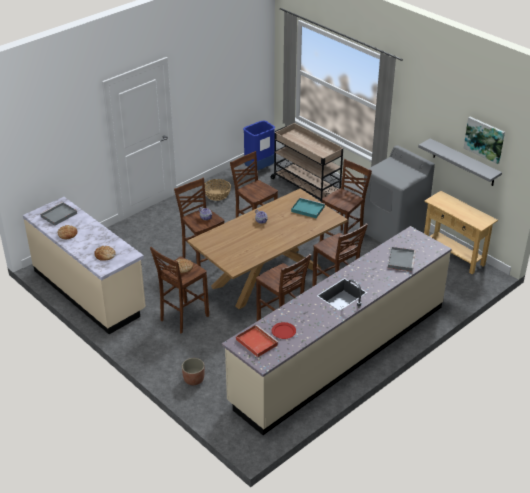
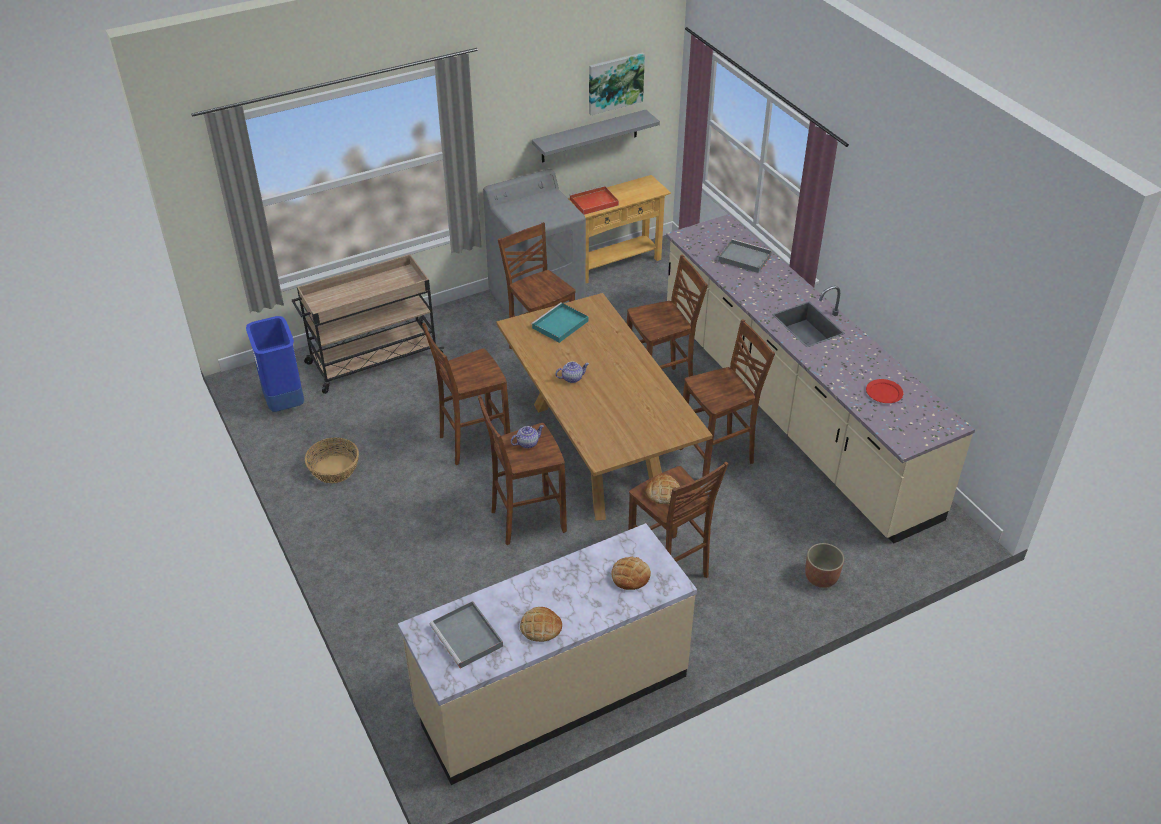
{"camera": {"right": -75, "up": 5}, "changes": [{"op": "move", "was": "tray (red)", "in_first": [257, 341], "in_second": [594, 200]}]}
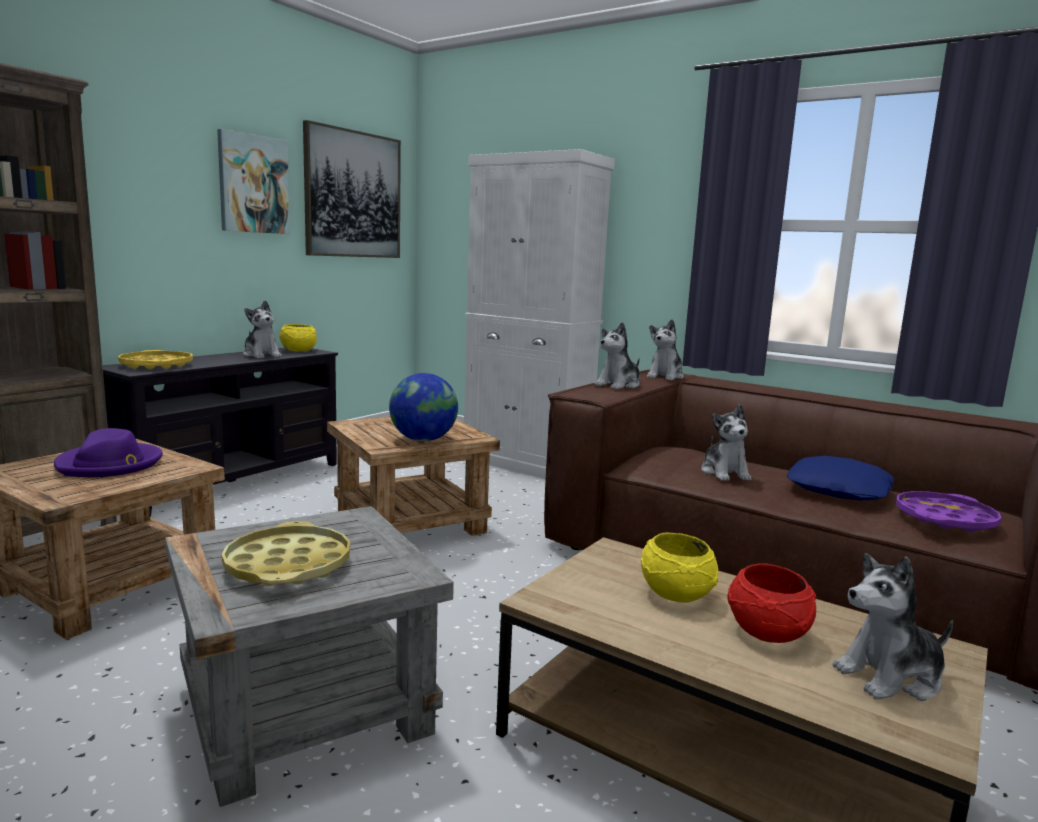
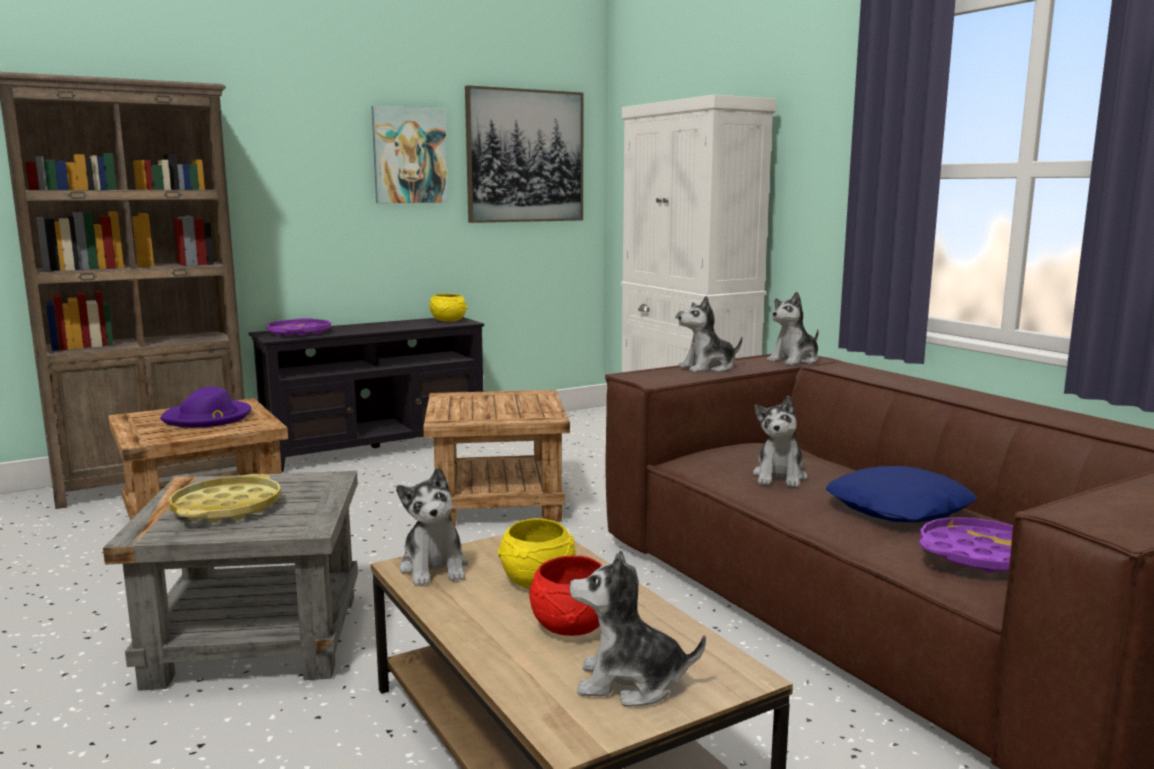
{"camera": {"right": 25, "up": 0}, "changes": [{"op": "recolor", "was": "tray (yellow)", "now": "tray (purple)", "in_first": [155, 359], "in_second": [298, 327]}, {"op": "move", "was": "plush toy", "in_first": [262, 329], "in_second": [432, 526]}, {"op": "delete", "was": "globe", "in_first": [423, 407]}]}
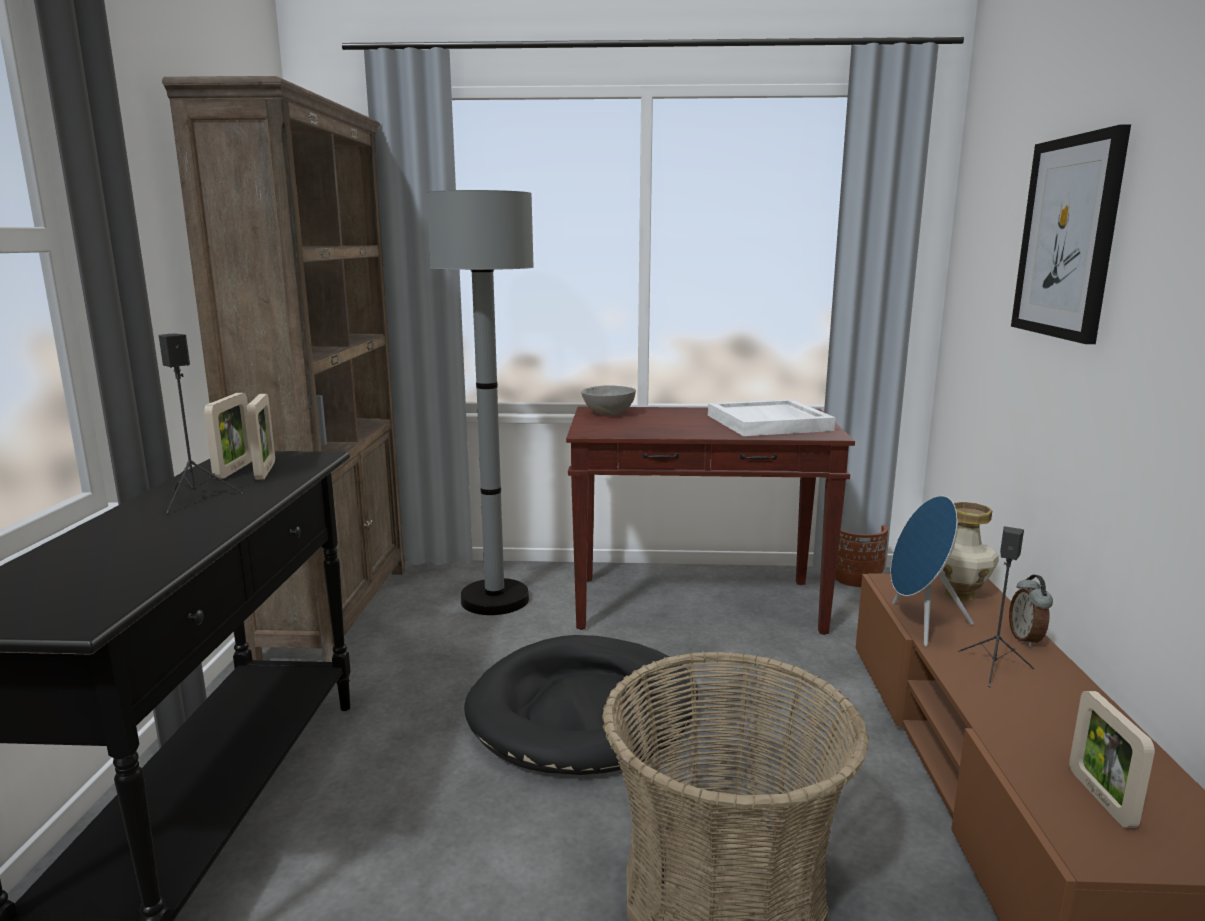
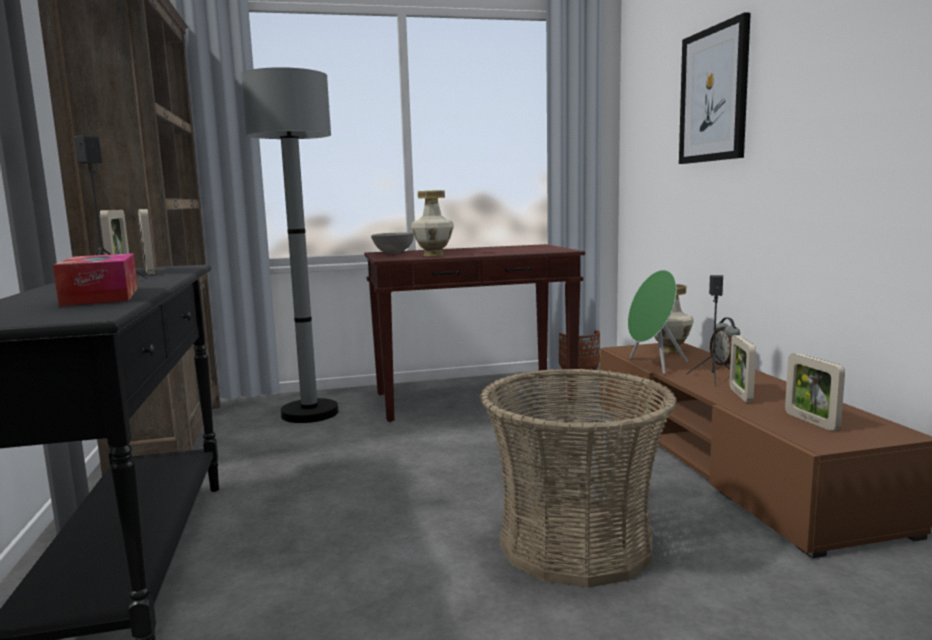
{"camera": {"right": -15, "up": -5}, "changes": [{"op": "delete", "was": "dog bed (black)", "in_first": [581, 705]}, {"op": "delete", "was": "tray (white)", "in_first": [771, 417]}, {"op": "recolor", "was": "speaker (blue)", "now": "speaker (green)", "in_first": [932, 571], "in_second": [658, 322]}, {"op": "insert", "now": "tissue box", "in_second": [95, 279]}, {"op": "insert", "now": "vase", "in_second": [432, 223]}, {"op": "insert", "now": "picture frame", "in_second": [743, 368]}]}
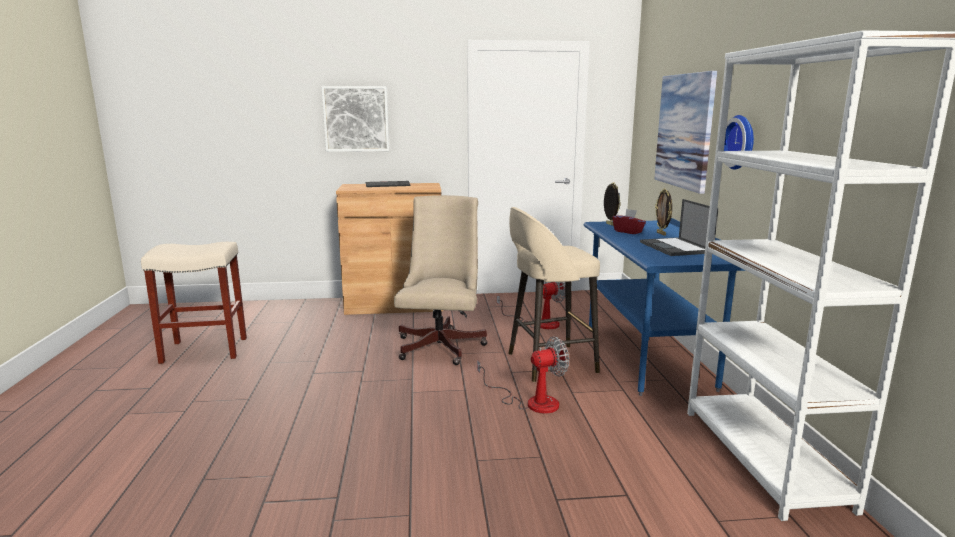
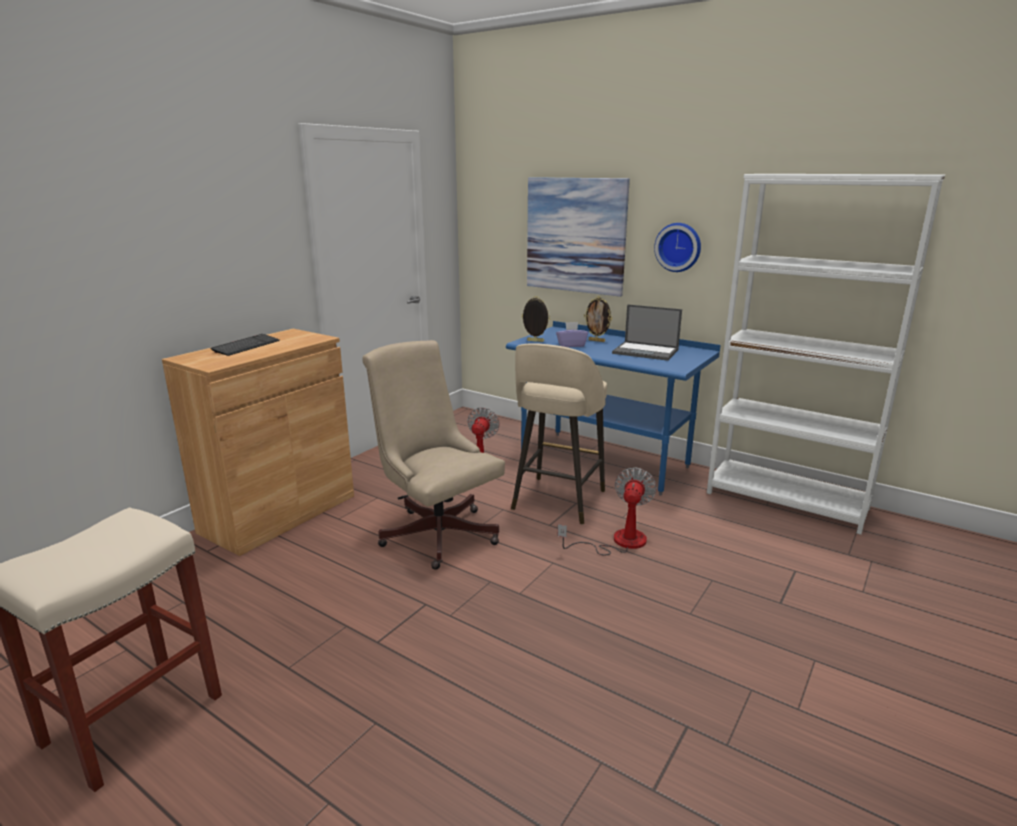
{"camera": {"right": -50, "up": 5}, "changes": [{"op": "delete", "was": "picture", "in_first": [355, 119]}, {"op": "recolor", "was": "tissue box (red)", "now": "tissue box (purple)", "in_first": [629, 221], "in_second": [572, 334]}]}
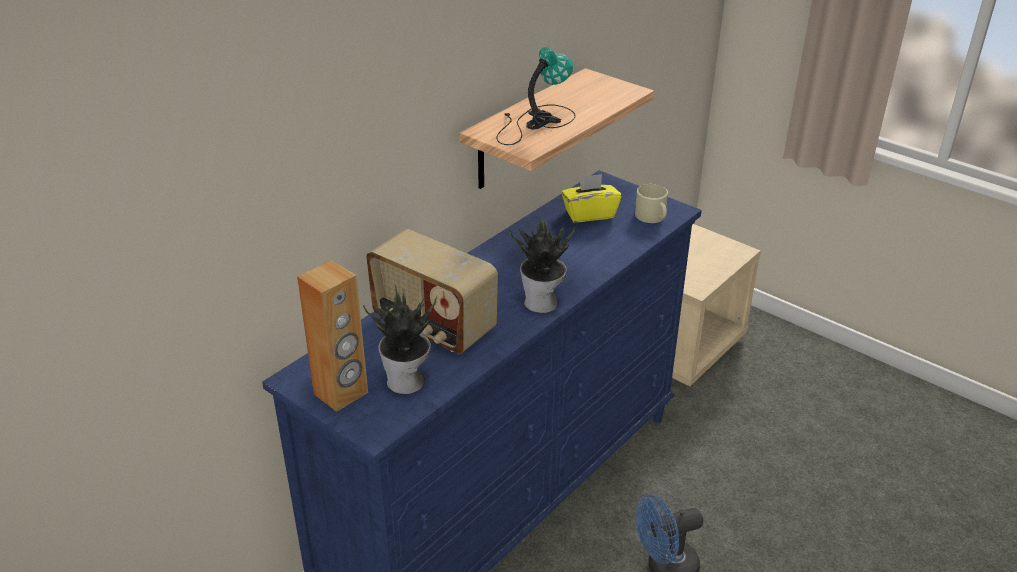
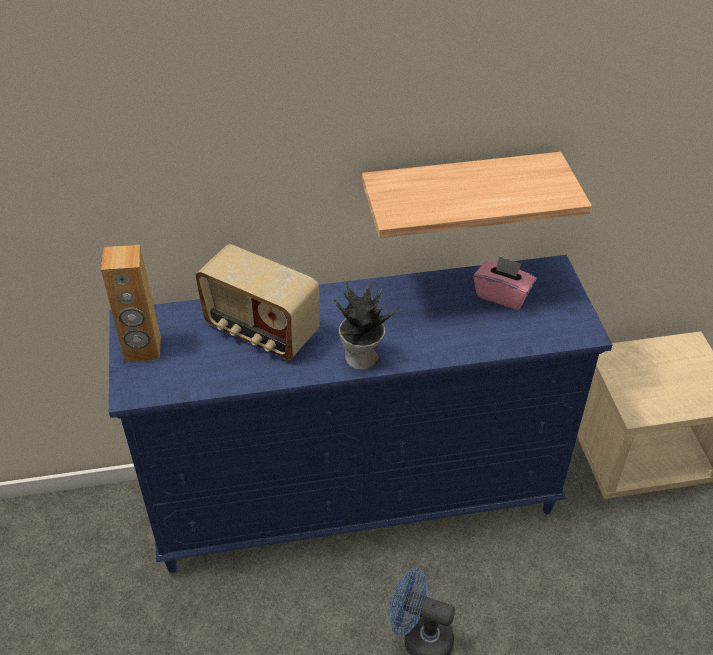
{"camera": {"right": 40, "up": 10}, "changes": [{"op": "delete", "was": "potted plant", "in_first": [400, 339]}, {"op": "rotate", "was": "radio", "in_first": [432, 291], "in_second": [257, 302], "clockwise": -45}, {"op": "delete", "was": "table lamp", "in_first": [536, 95]}, {"op": "recolor", "was": "tissue box (yellow)", "now": "tissue box (pink)", "in_first": [591, 198], "in_second": [504, 283]}, {"op": "delete", "was": "mug (beige)", "in_first": [651, 203]}]}
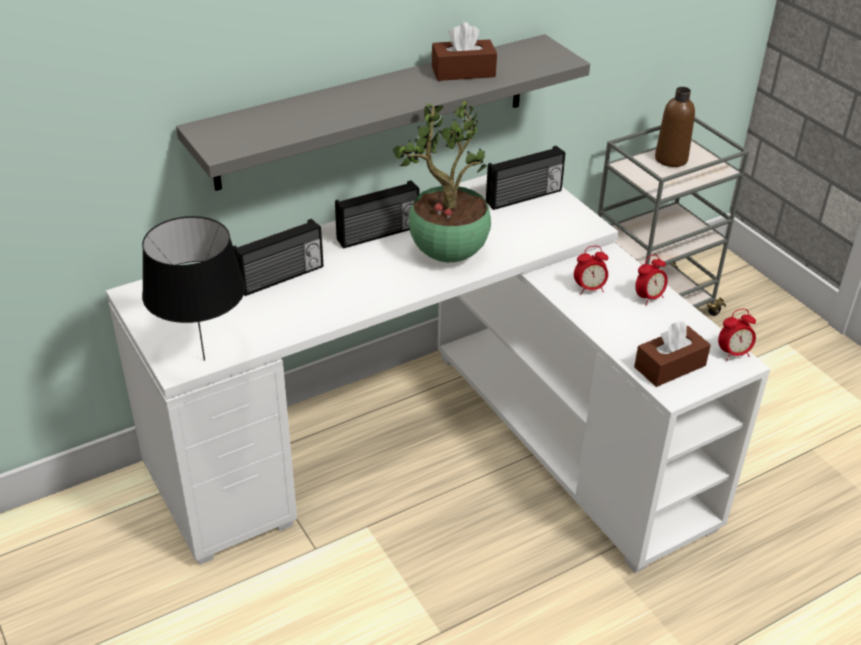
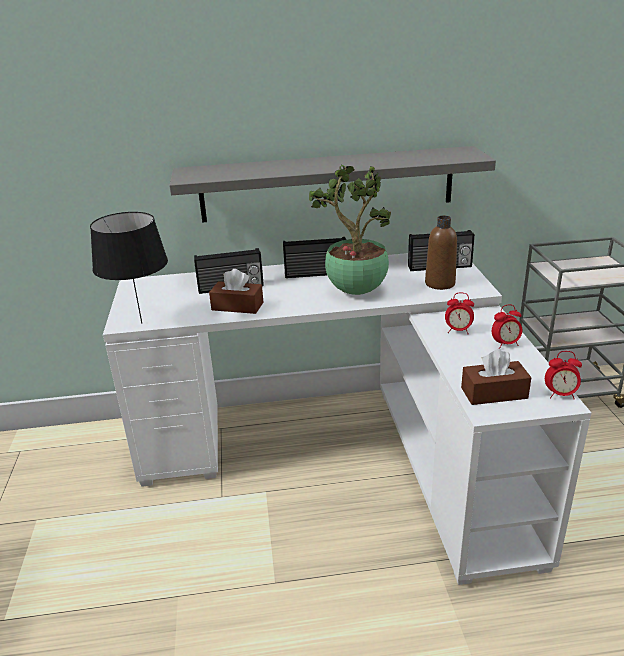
{"camera": {"right": 25, "up": -10}, "changes": [{"op": "move", "was": "tissue box (brown)", "in_first": [464, 51], "in_second": [236, 291]}, {"op": "move", "was": "bottle (brown)", "in_first": [675, 127], "in_second": [441, 253]}]}
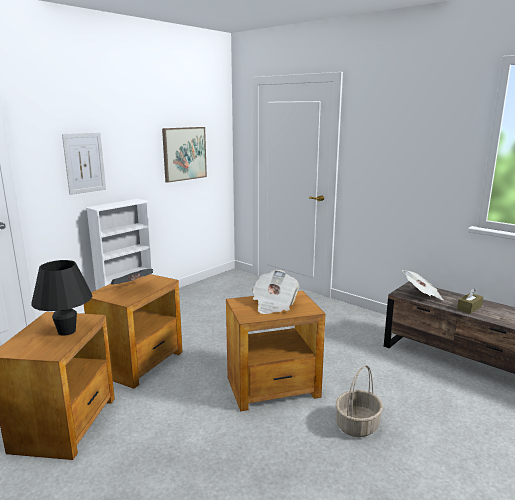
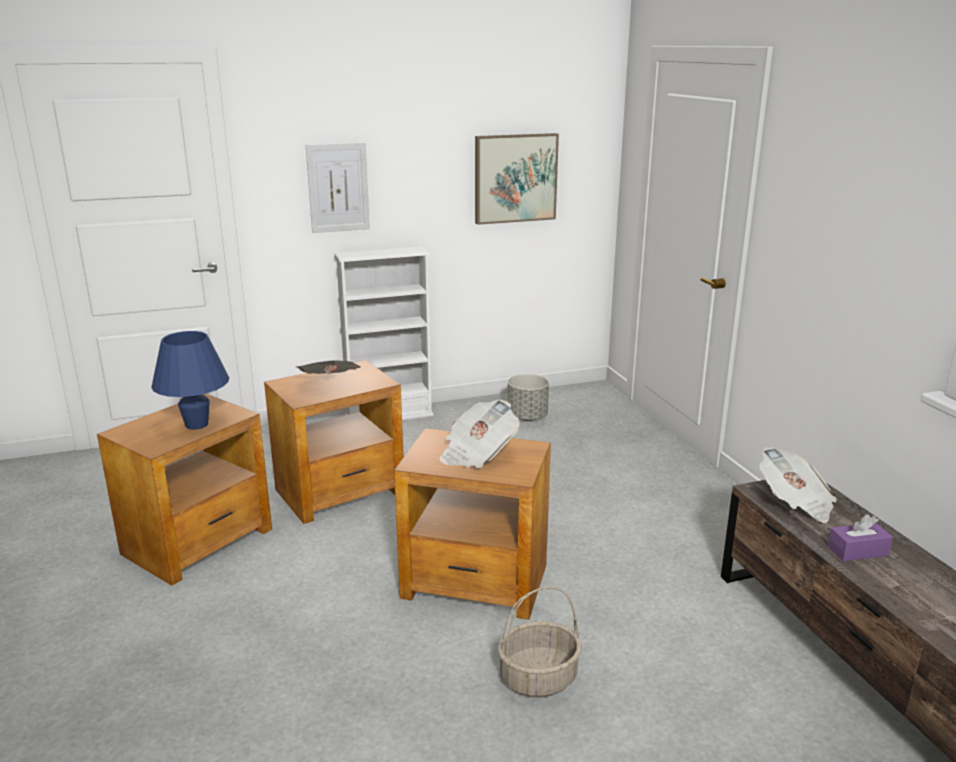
{"camera": {"right": 30, "up": 5}, "changes": [{"op": "recolor", "was": "table lamp (black)", "now": "table lamp (blue)", "in_first": [61, 298], "in_second": [190, 380]}, {"op": "recolor", "was": "tissue box (brown)", "now": "tissue box (purple)", "in_first": [470, 301], "in_second": [860, 537]}, {"op": "insert", "now": "planter (grey)", "in_second": [528, 397]}]}
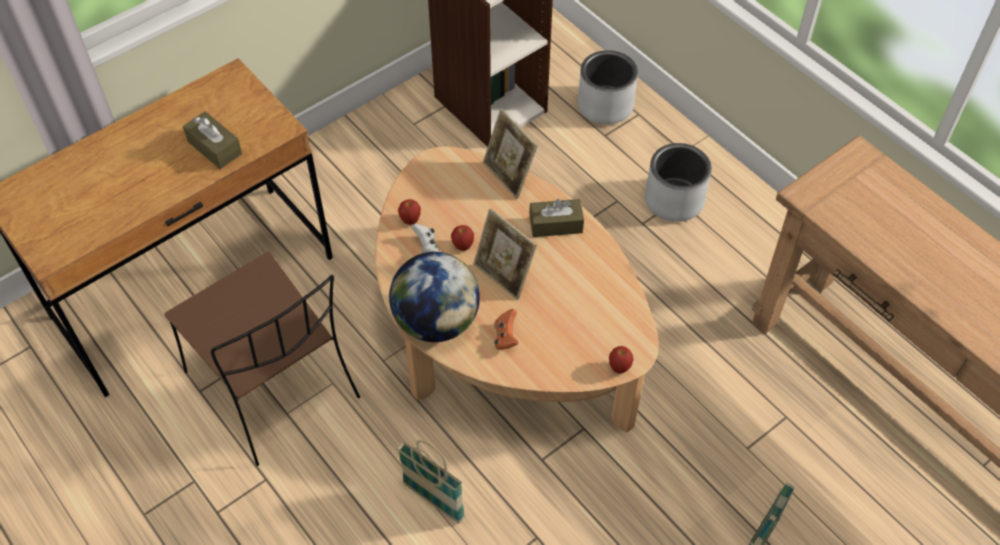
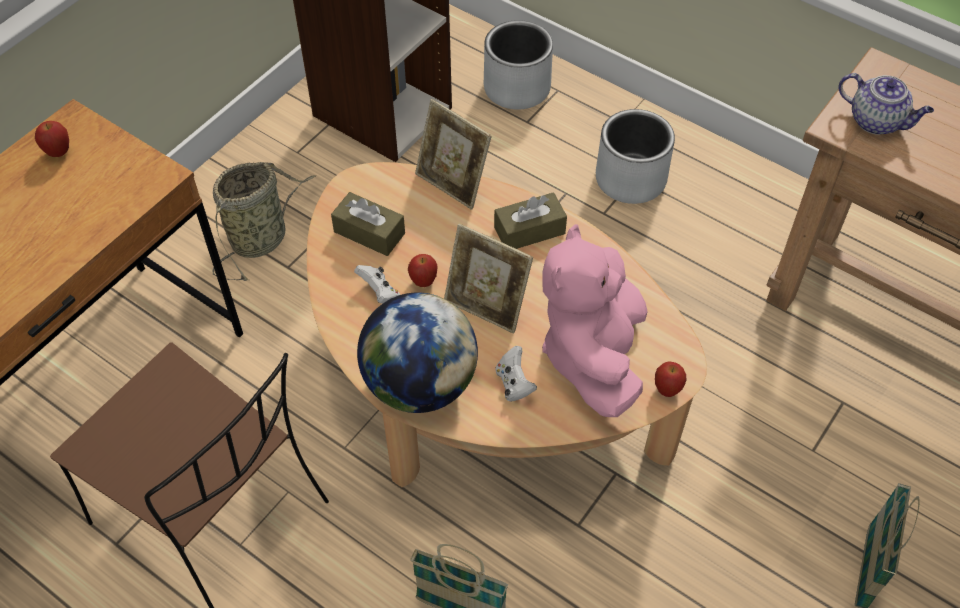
{"camera": {"right": -15, "up": 0}, "changes": [{"op": "move", "was": "tissue box (brown)", "in_first": [212, 140], "in_second": [368, 224]}, {"op": "move", "was": "apple", "in_first": [409, 212], "in_second": [52, 139]}, {"op": "recolor", "was": "game controller (orange)", "now": "game controller (white)", "in_first": [506, 329], "in_second": [516, 374]}, {"op": "insert", "now": "basket", "in_second": [264, 221]}, {"op": "insert", "now": "plush toy (pink)", "in_second": [595, 320]}, {"op": "insert", "now": "teapot", "in_second": [886, 104]}]}
